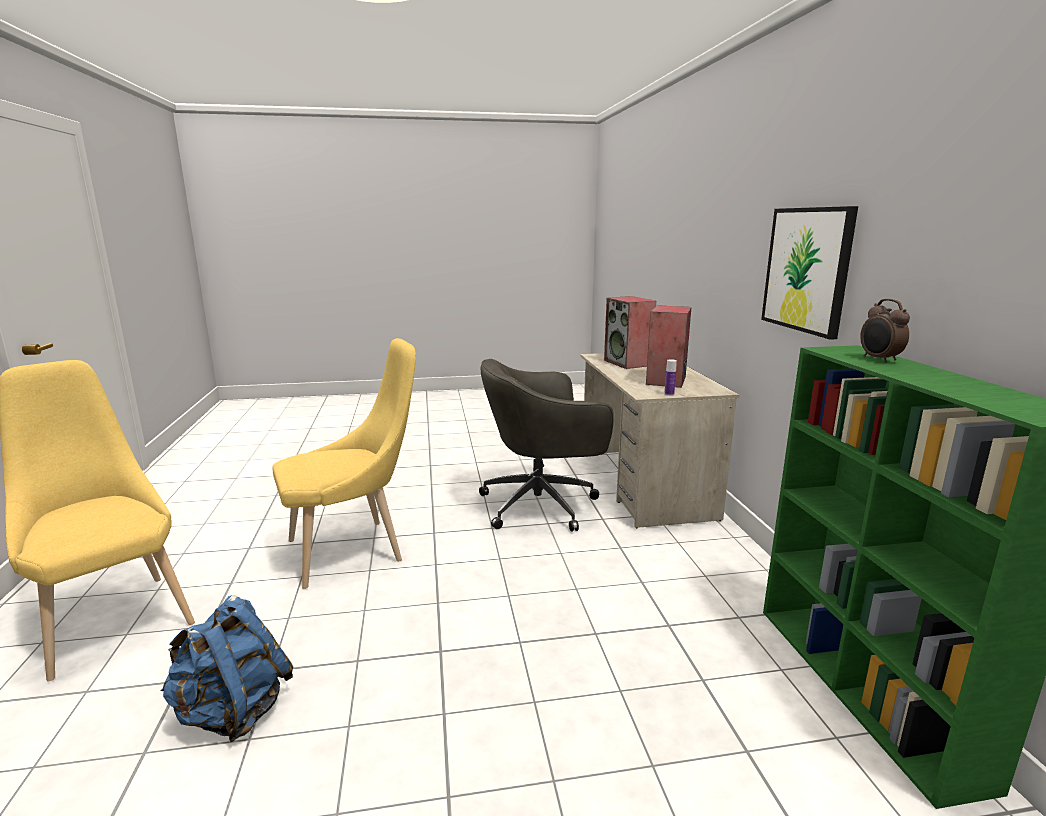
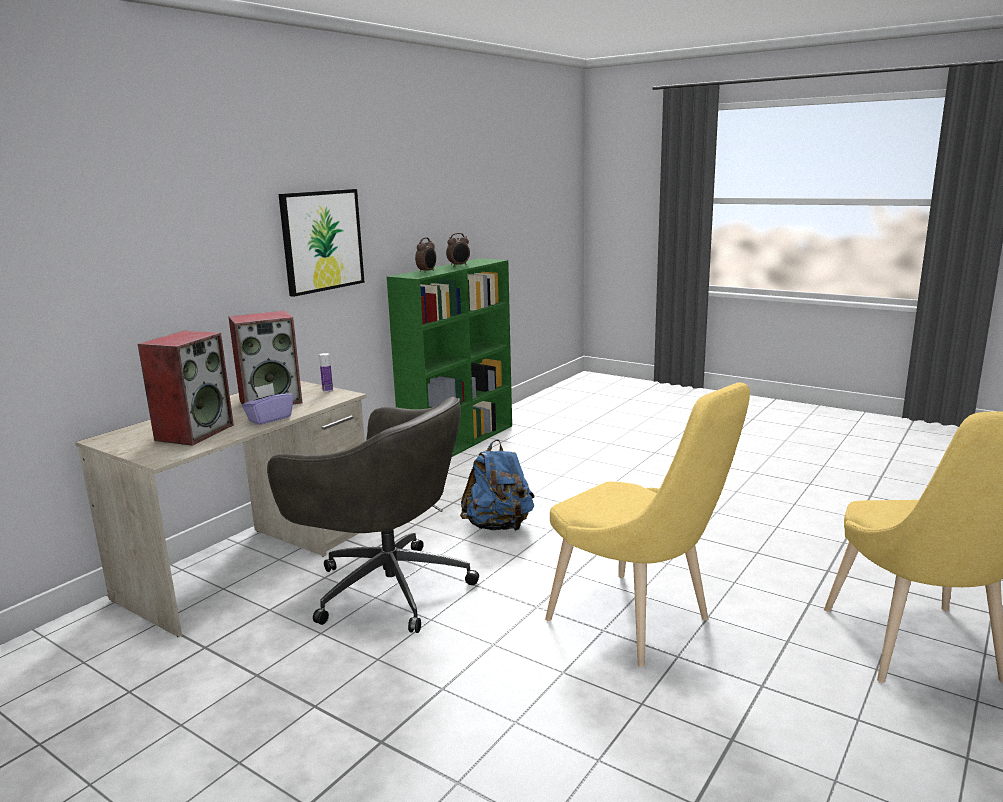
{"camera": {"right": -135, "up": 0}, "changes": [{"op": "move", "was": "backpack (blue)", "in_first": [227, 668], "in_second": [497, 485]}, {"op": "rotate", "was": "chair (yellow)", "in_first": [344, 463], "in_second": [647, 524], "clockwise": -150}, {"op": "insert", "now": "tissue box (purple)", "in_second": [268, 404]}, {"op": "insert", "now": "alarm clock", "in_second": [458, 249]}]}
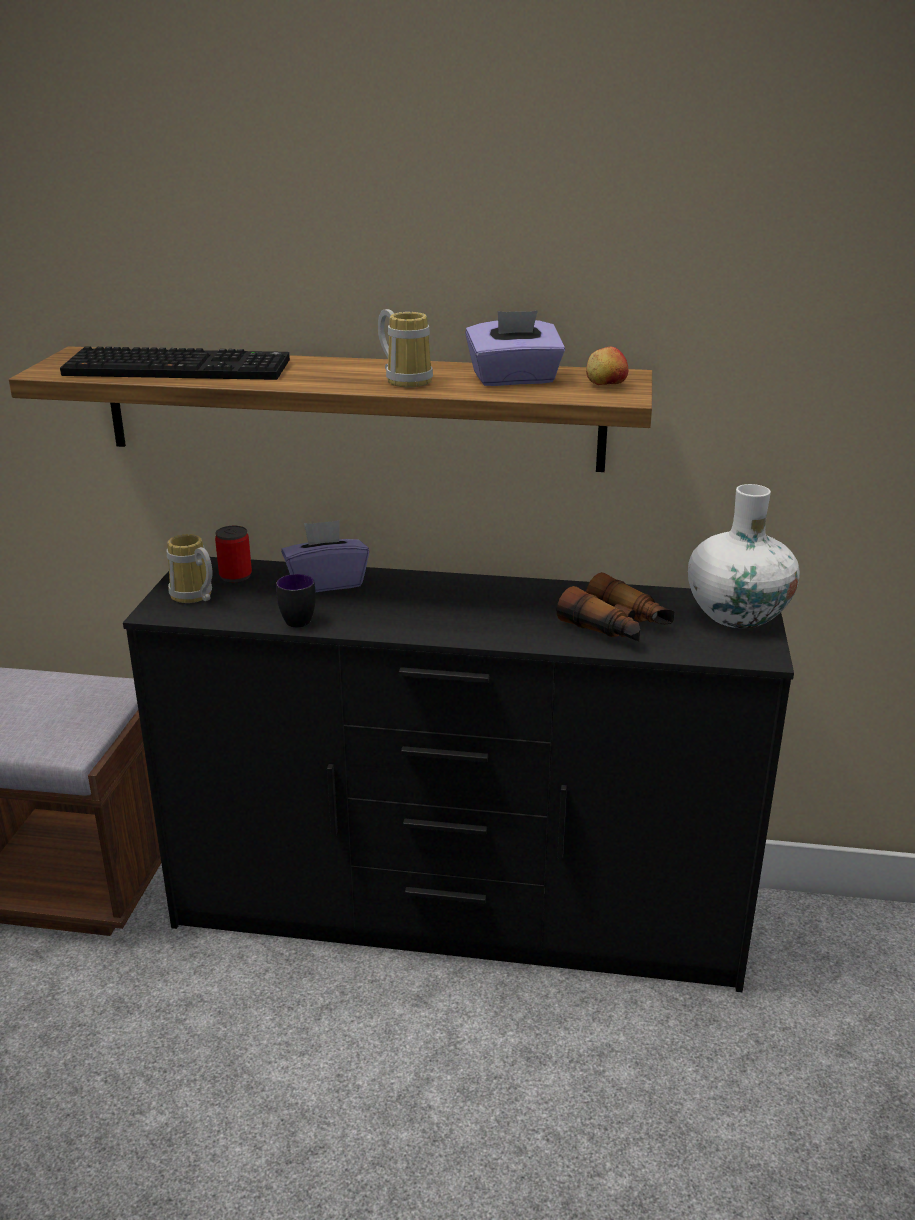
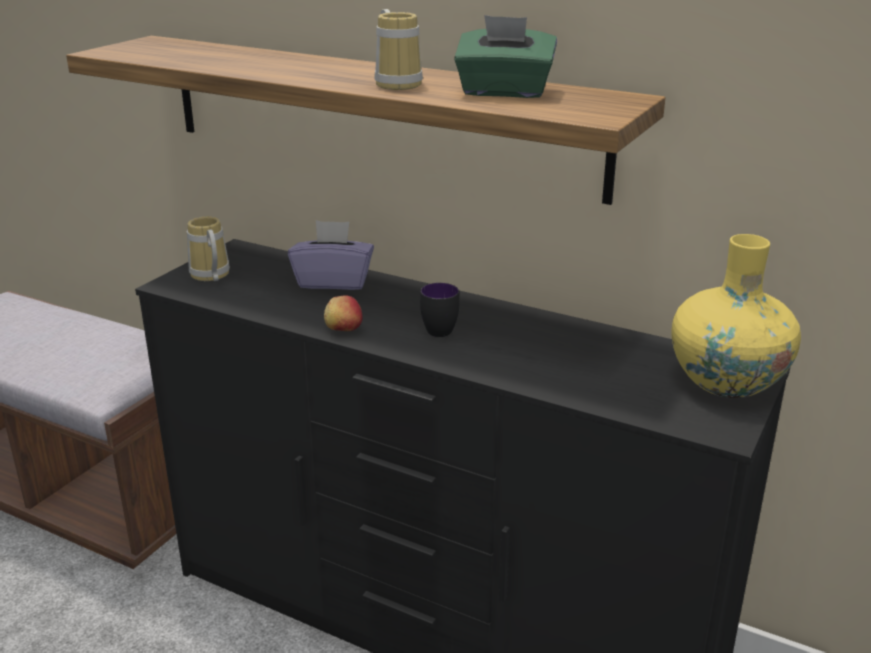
{"camera": {"right": 20, "up": 0}, "changes": [{"op": "delete", "was": "keyboard", "in_first": [175, 363]}, {"op": "delete", "was": "can", "in_first": [233, 554]}, {"op": "move", "was": "mug", "in_first": [296, 601], "in_second": [439, 310]}, {"op": "recolor", "was": "tissue box (purple)", "now": "tissue box (green)", "in_first": [515, 348], "in_second": [505, 56]}, {"op": "delete", "was": "binoculars", "in_first": [615, 607]}, {"op": "move", "was": "apple", "in_first": [607, 366], "in_second": [343, 313]}, {"op": "recolor", "was": "vase (white)", "now": "vase (yellow)", "in_first": [744, 556], "in_second": [736, 316]}]}
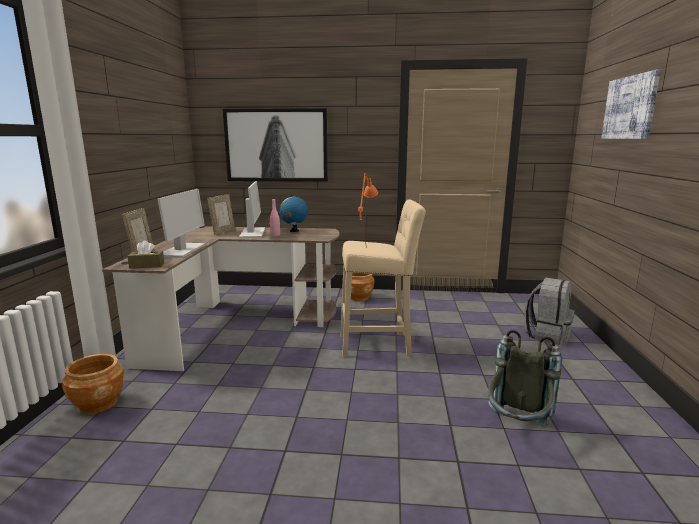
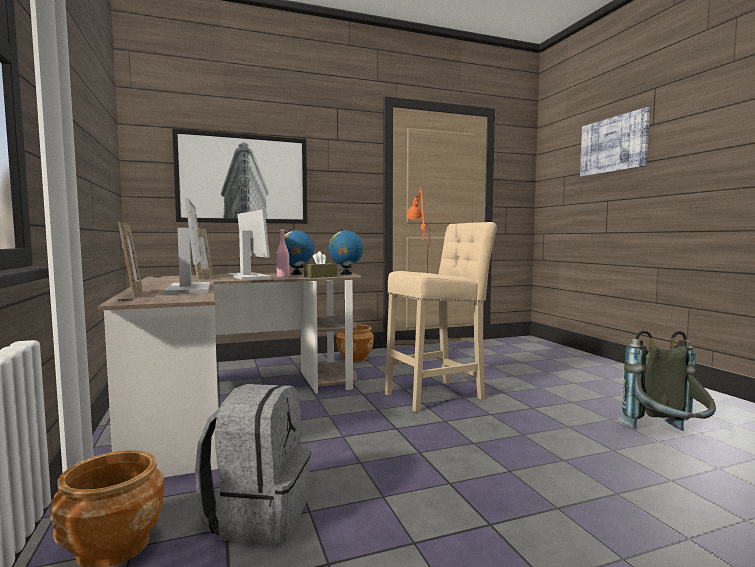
{"camera": {"right": -25, "up": -10}, "changes": [{"op": "move", "was": "tissue box (brown)", "in_first": [145, 254], "in_second": [320, 264]}, {"op": "move", "was": "backpack (grey)", "in_first": [549, 312], "in_second": [253, 464]}, {"op": "insert", "now": "globe", "in_second": [346, 251]}]}
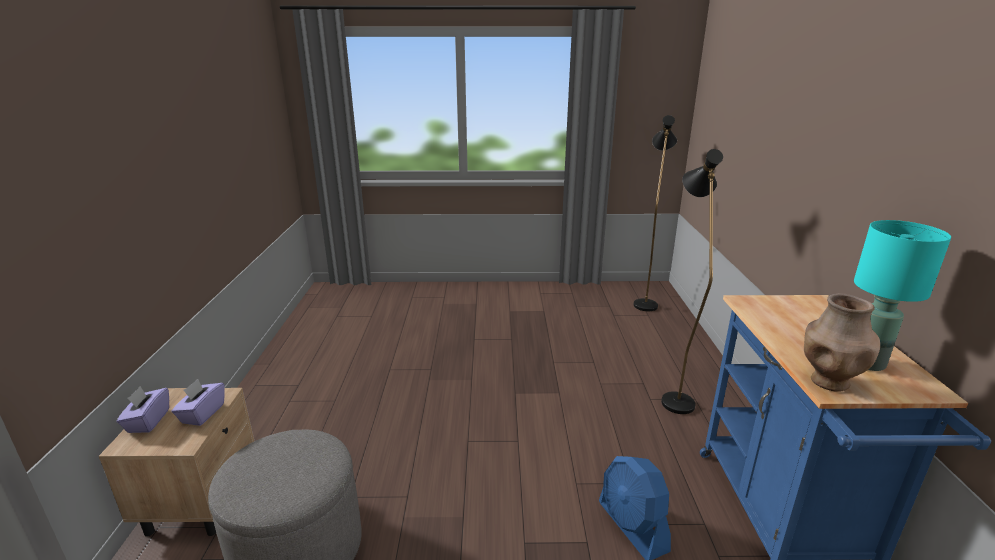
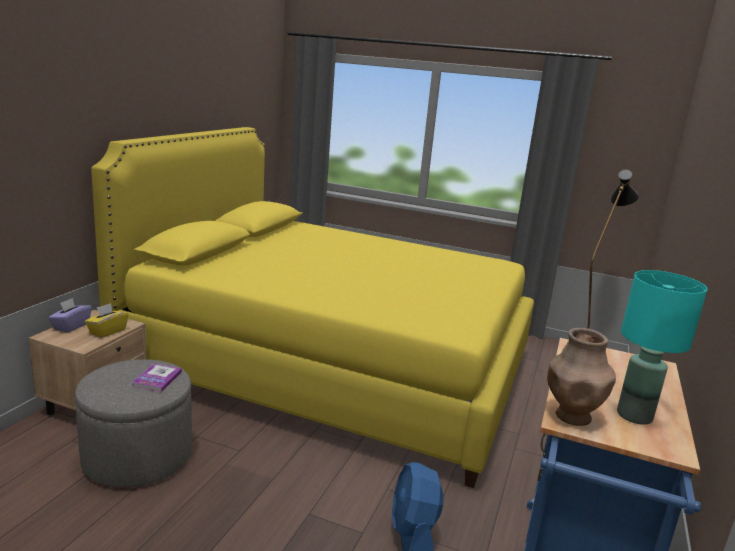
{"camera": {"right": 20, "up": -5}, "changes": [{"op": "recolor", "was": "tissue box (purple)", "now": "tissue box (yellow)", "in_first": [198, 402], "in_second": [107, 320]}, {"op": "delete", "was": "floor lamp (black)", "in_first": [692, 281]}, {"op": "insert", "now": "bed (yellow)", "in_second": [312, 307]}, {"op": "insert", "now": "book", "in_second": [157, 378]}]}
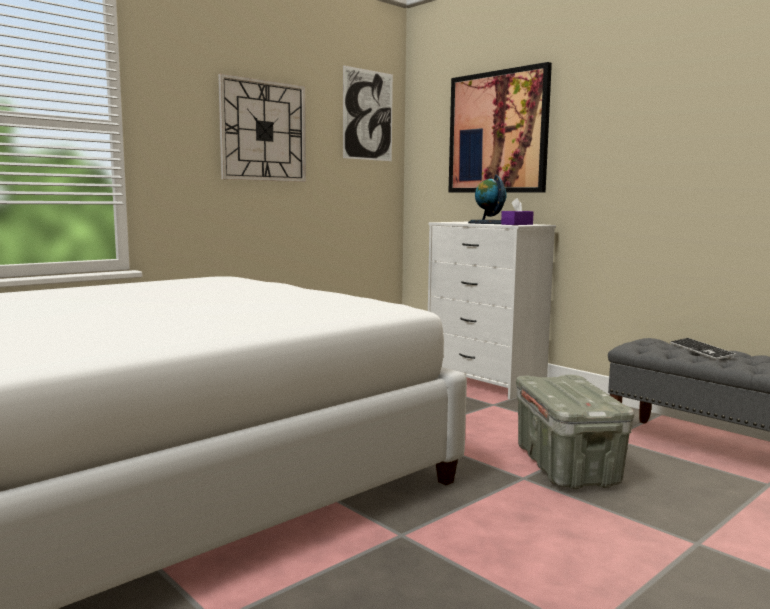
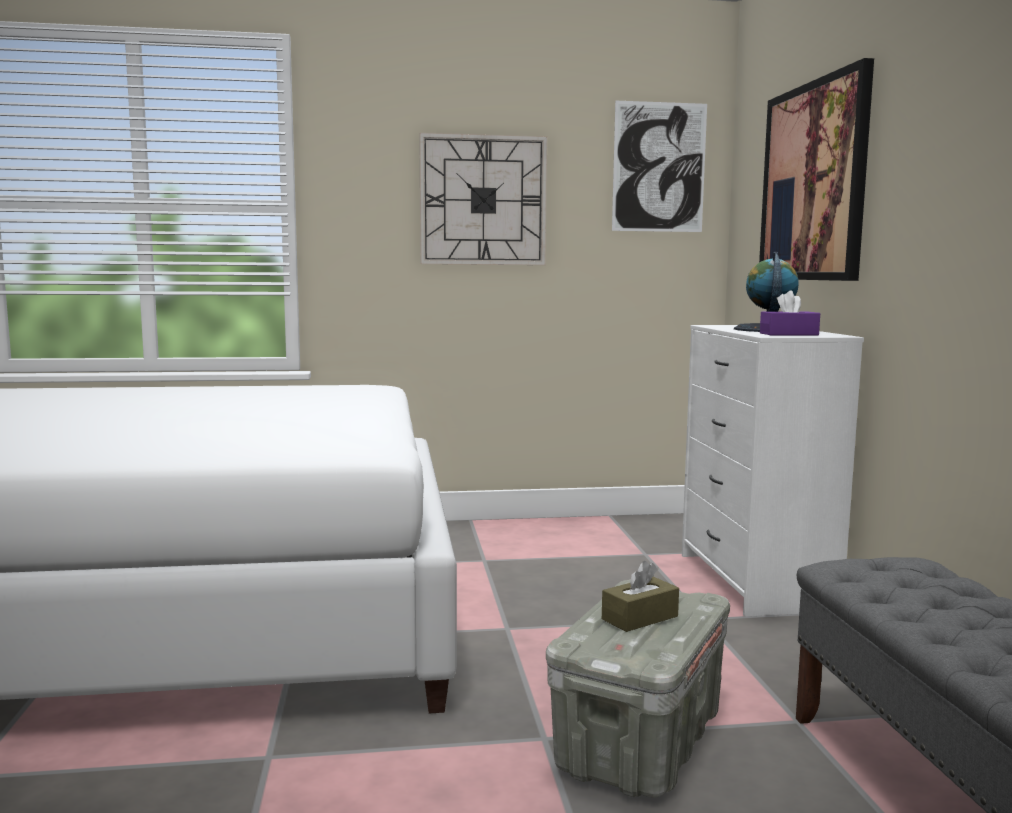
{"camera": {"right": 35, "up": 0}, "changes": [{"op": "delete", "was": "keyboard", "in_first": [703, 349]}, {"op": "insert", "now": "tissue box (brown)", "in_second": [640, 596]}]}
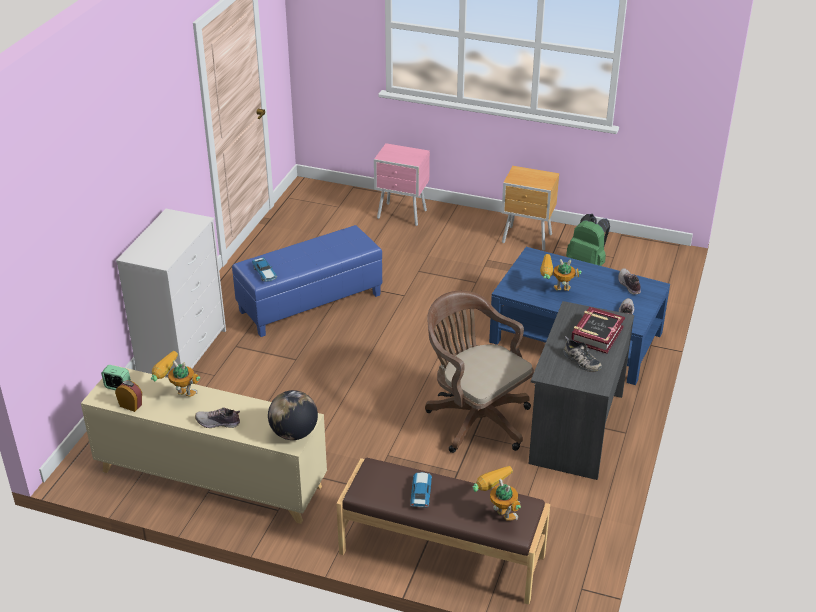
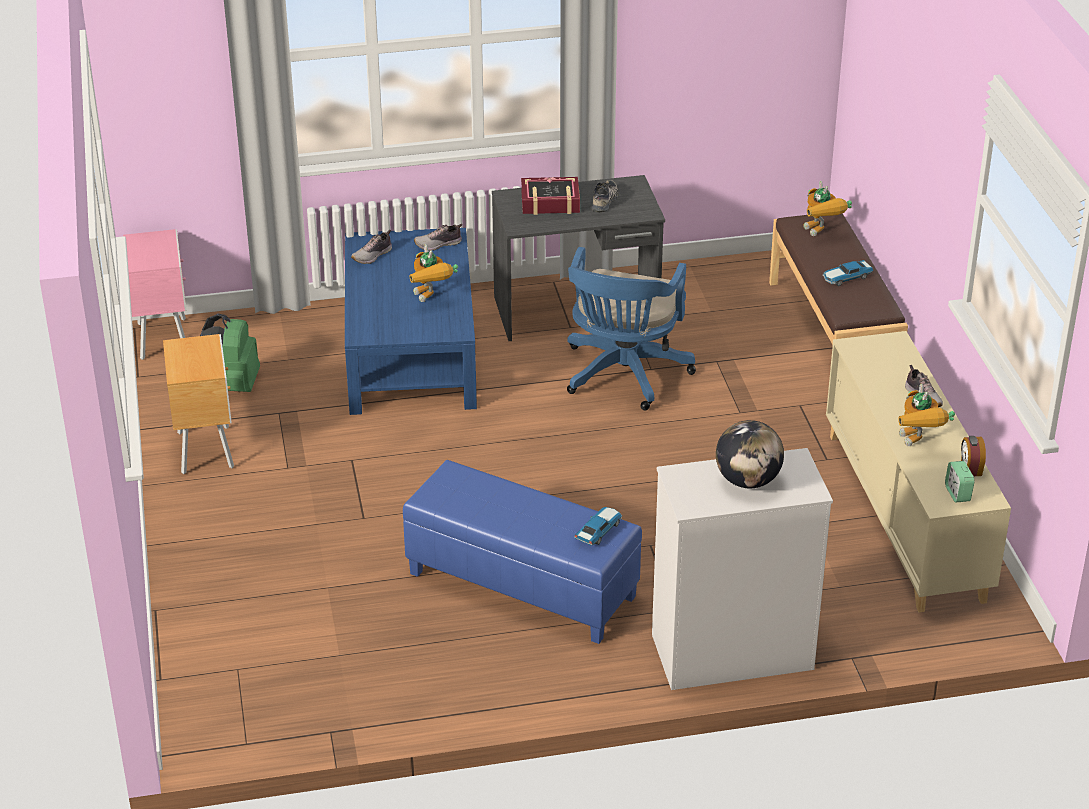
{"camera": {"right": -120, "up": 0}, "changes": [{"op": "move", "was": "globe", "in_first": [293, 415], "in_second": [750, 454]}, {"op": "move", "was": "nightstand (pink)", "in_first": [402, 184], "in_second": [154, 294]}, {"op": "recolor", "was": "office chair (brown)", "now": "office chair (blue)", "in_first": [479, 371], "in_second": [631, 329]}, {"op": "rotate", "was": "toy robot", "in_first": [497, 493], "in_second": [827, 208], "clockwise": -45}]}
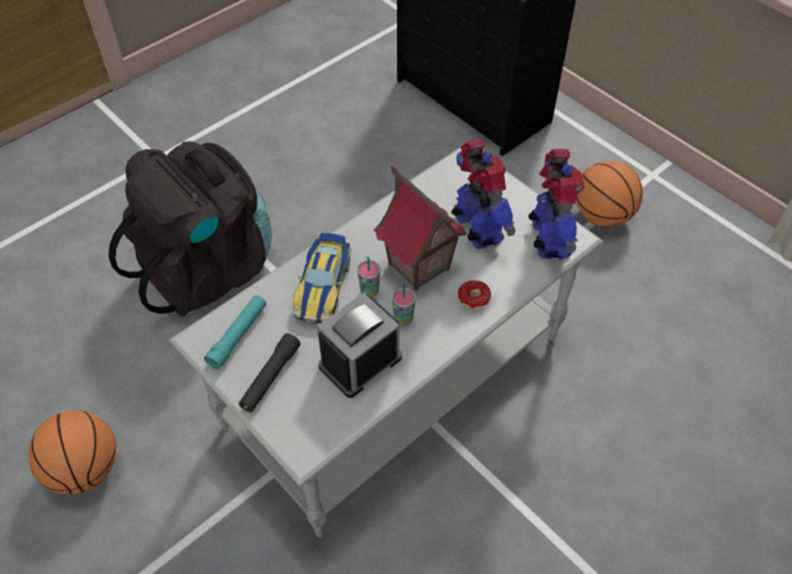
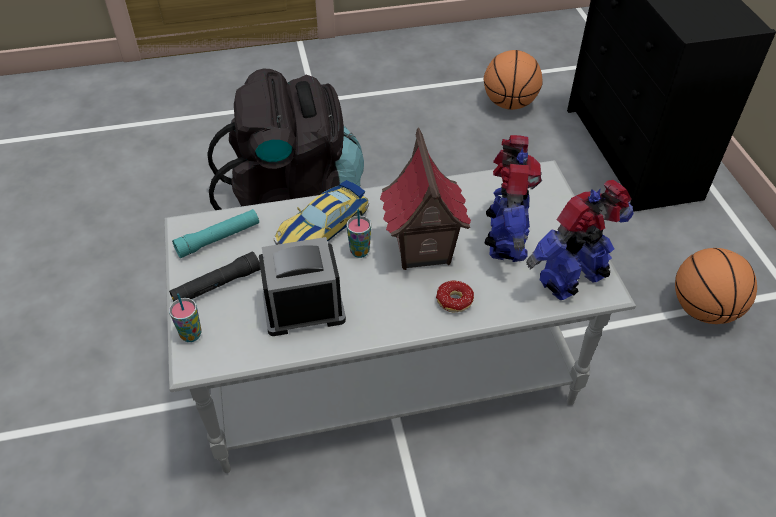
{"camera": {"right": 30, "up": -5}, "changes": [{"op": "move", "was": "basketball", "in_first": [72, 452], "in_second": [513, 80]}, {"op": "move", "was": "cup", "in_first": [404, 305], "in_second": [185, 317]}, {"op": "rotate", "was": "toy robot", "in_first": [556, 204], "in_second": [580, 240], "clockwise": -150}]}
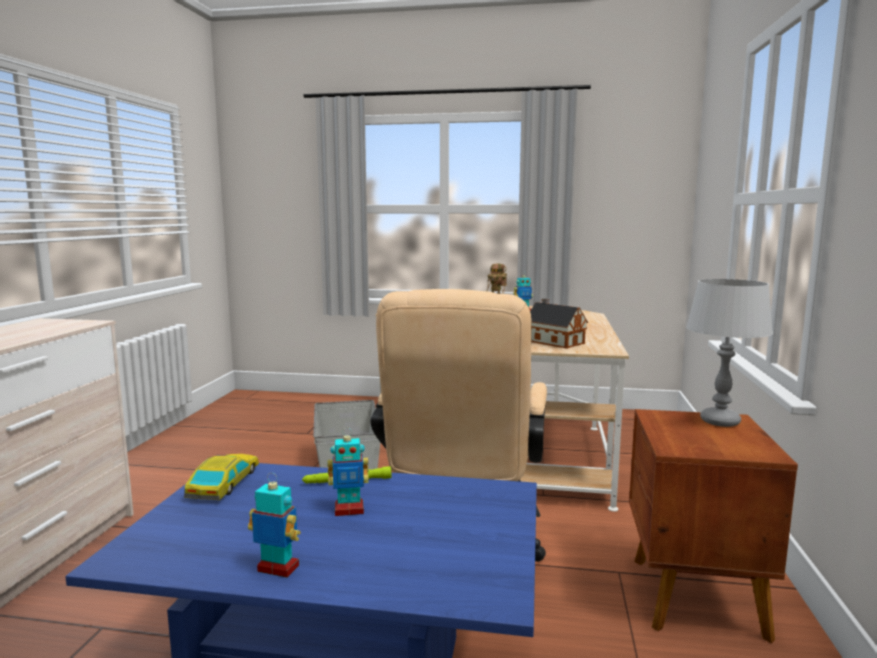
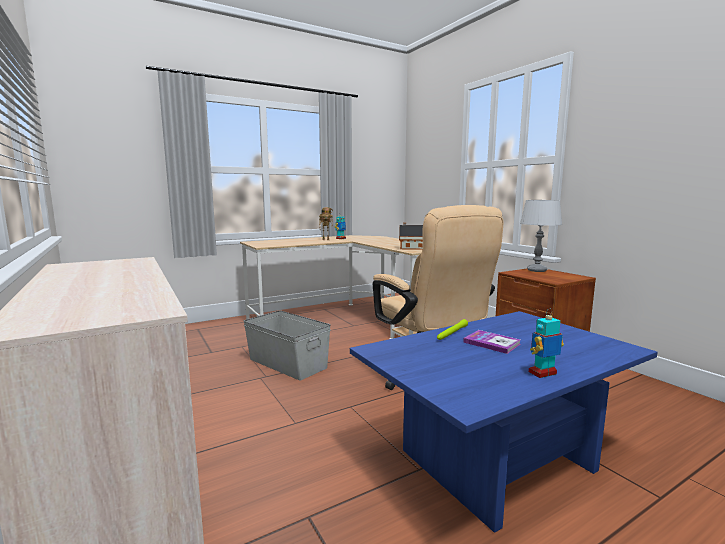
{"camera": {"right": -40, "up": 0}, "changes": [{"op": "delete", "was": "toy car", "in_first": [221, 477]}, {"op": "replace", "was": "toy robot", "now": "book", "in_first": [348, 472], "in_second": [491, 342]}]}
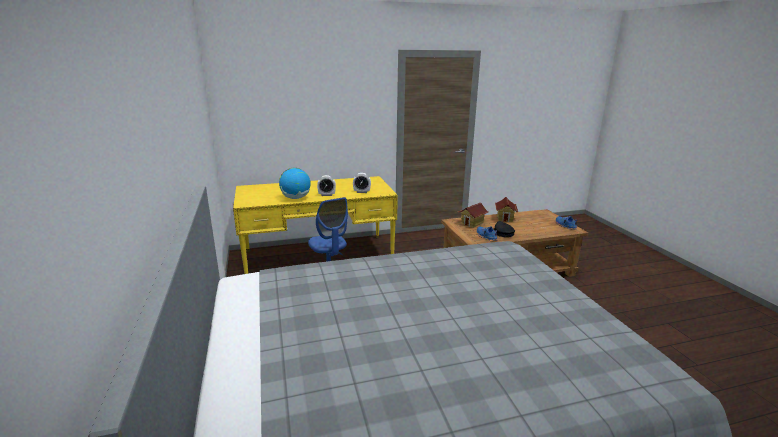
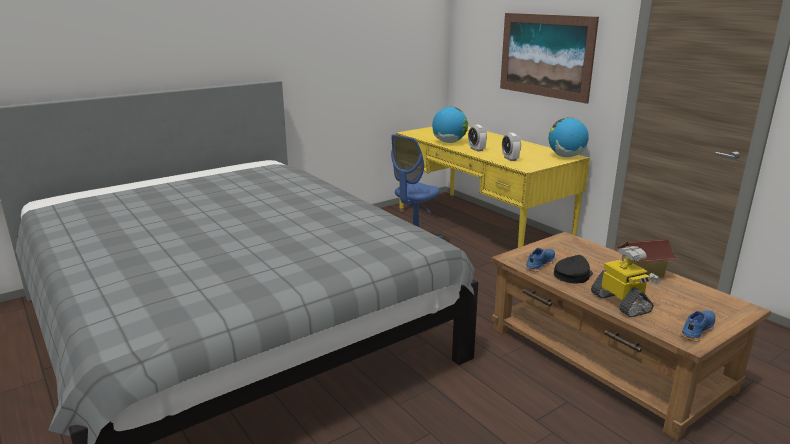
{"camera": {"right": 70, "up": 0}, "changes": [{"op": "delete", "was": "toy house", "in_first": [473, 215]}, {"op": "insert", "now": "picture", "in_second": [549, 58]}, {"op": "insert", "now": "globe", "in_second": [568, 137]}, {"op": "insert", "now": "toy robot", "in_second": [625, 281]}]}
